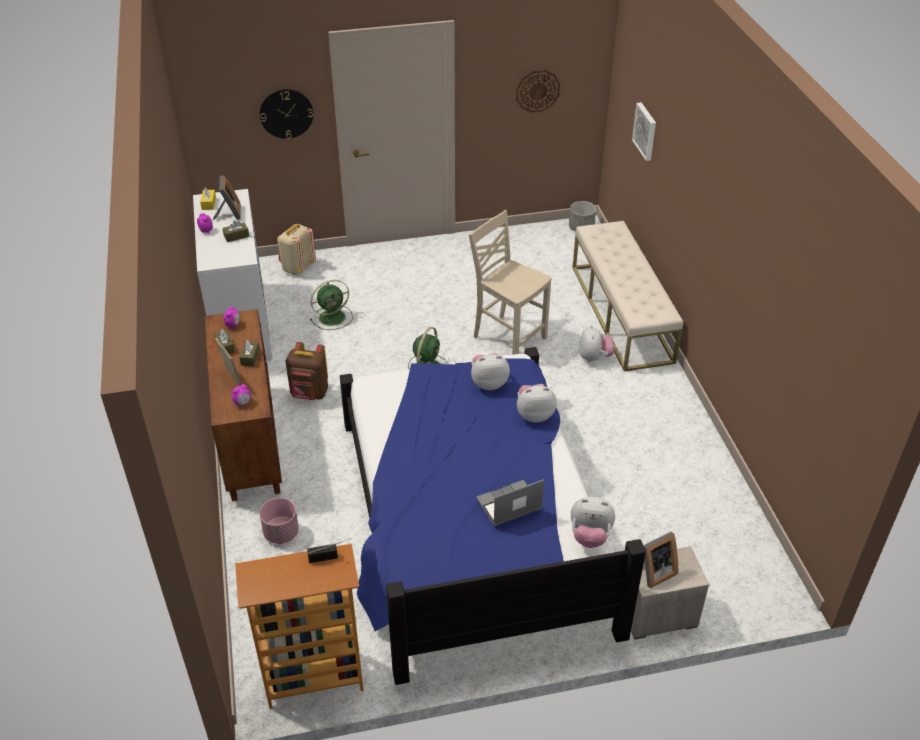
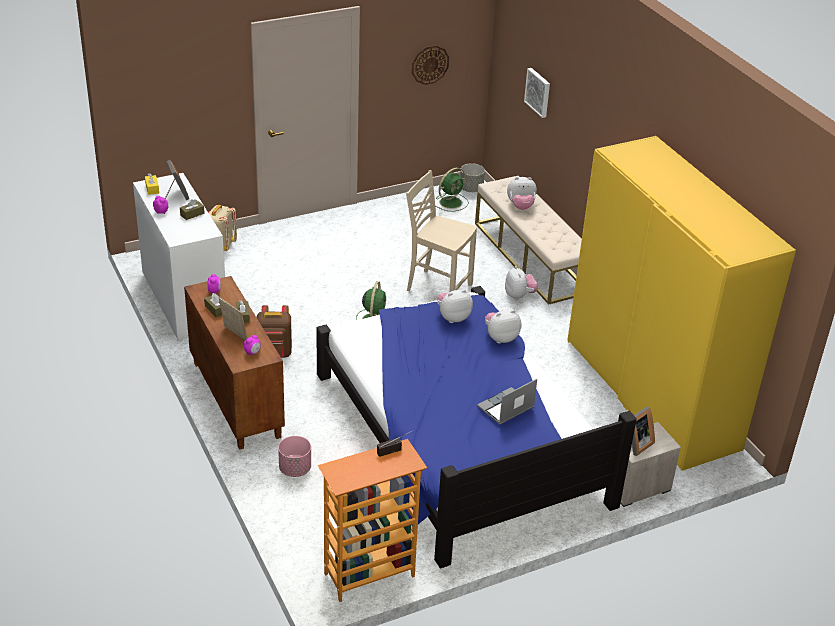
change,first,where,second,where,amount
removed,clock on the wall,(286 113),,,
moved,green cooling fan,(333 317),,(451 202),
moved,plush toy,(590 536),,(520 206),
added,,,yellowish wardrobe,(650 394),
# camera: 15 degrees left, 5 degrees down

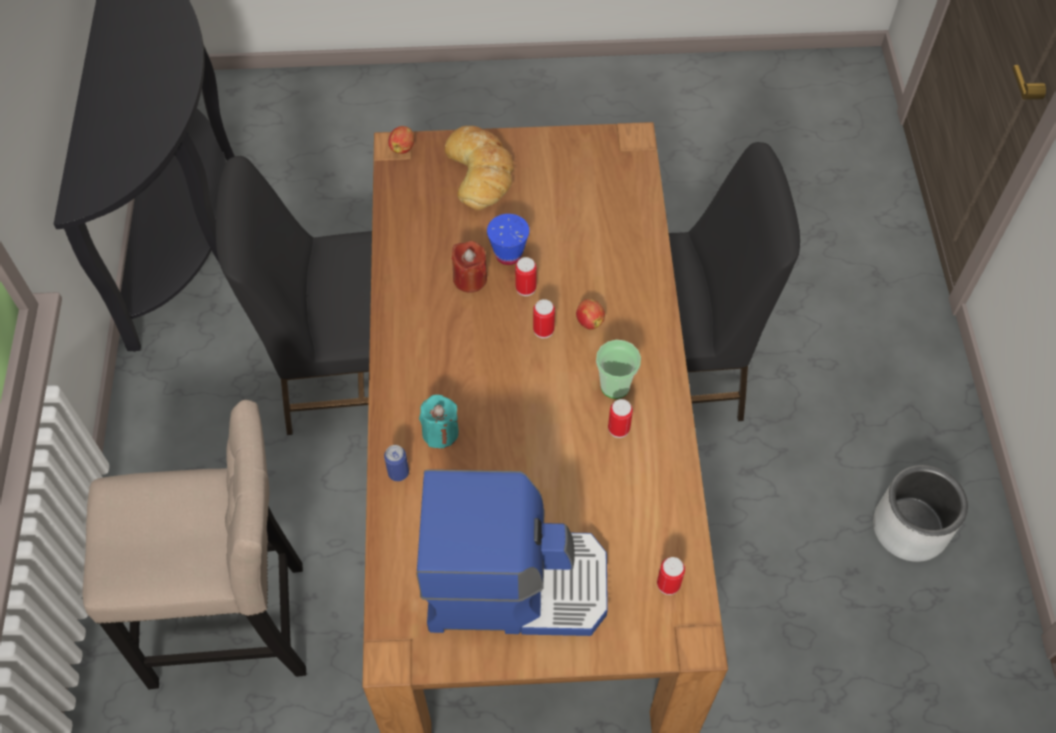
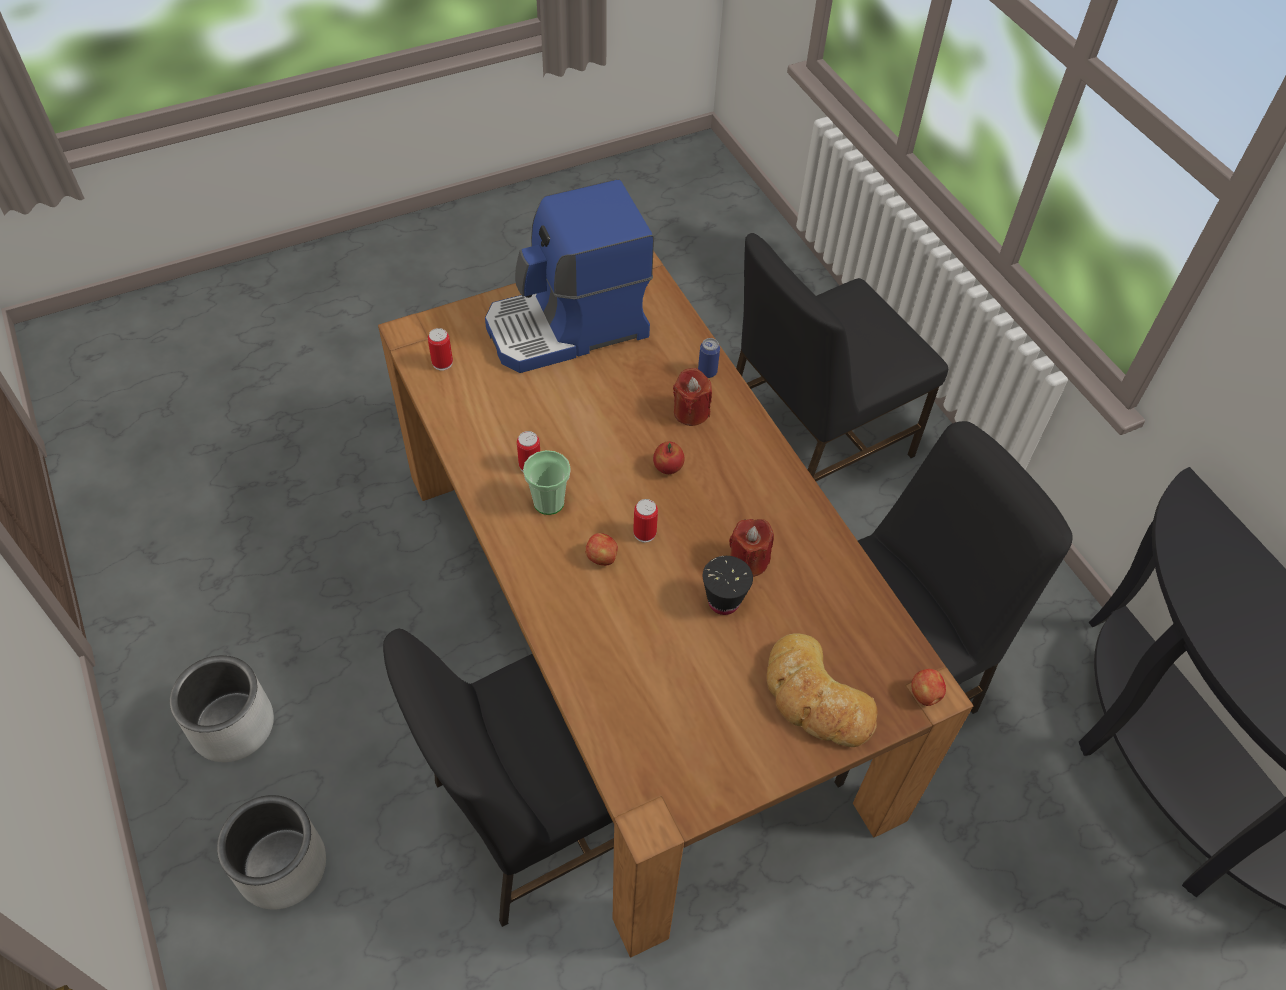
change,first,where,second,where,amount
recoloured,blue cup,(508 255),blackish cup,(723 602),
removed,sealed can,(525 288),,,
recoloured,turquoise-coloured candle,(440 432),red-coloured candle,(691 412),
replaced,beige-coloured stool seat,(239 626),blackish upright chair,(813 440),
added,,,whole apple,(668 468),
added,,,grey flower pot,(281 867),
# camera: 155 degrees right, 5 degrees down

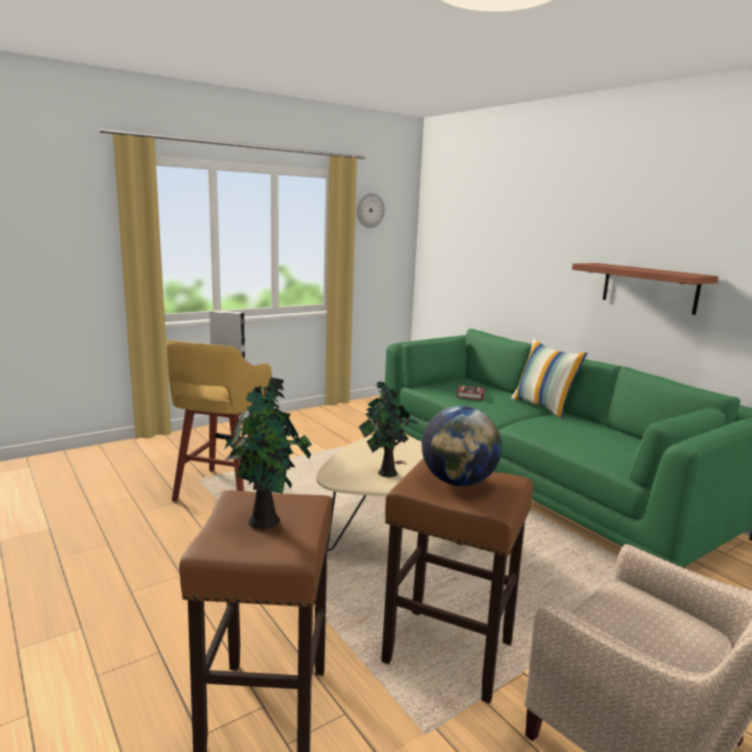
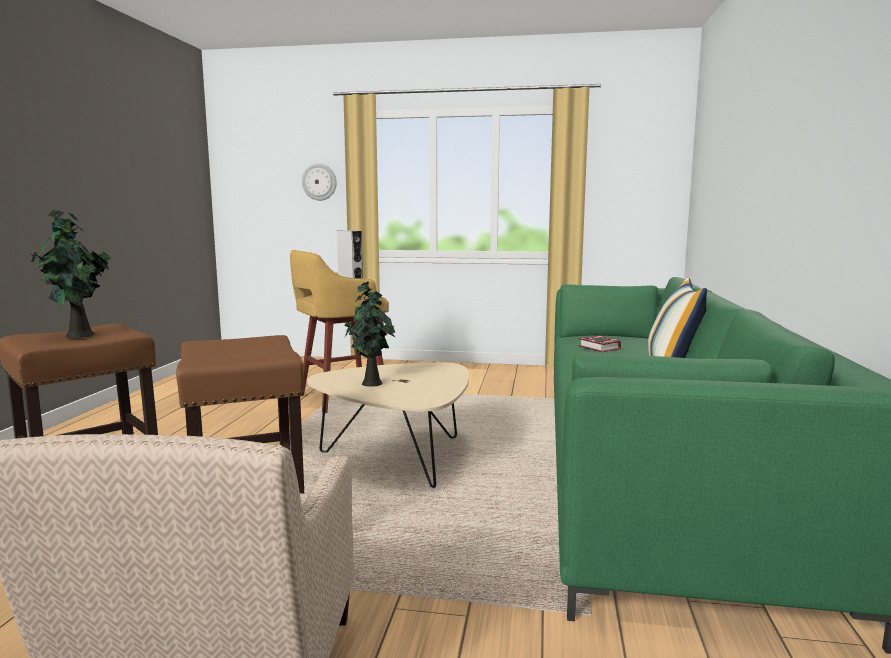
change,first,where,second,where,amount
moved,clock on the wall,(370 210),,(319 182),
removed,bracket shelf,(649 287),,,
removed,globe,(458 482),,,
# camera: 45 degrees right, 5 degrees down

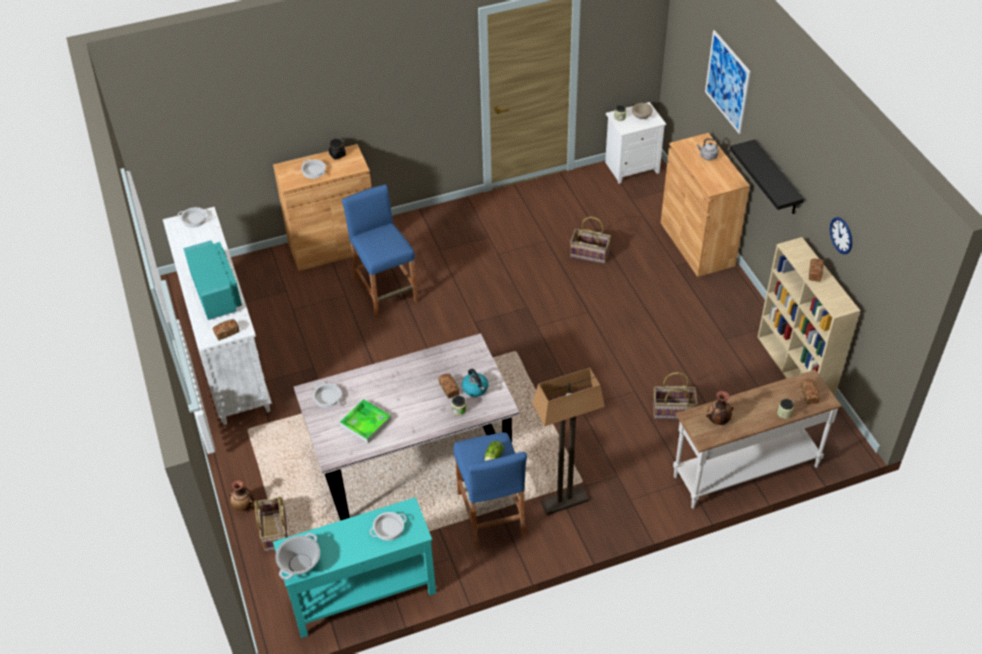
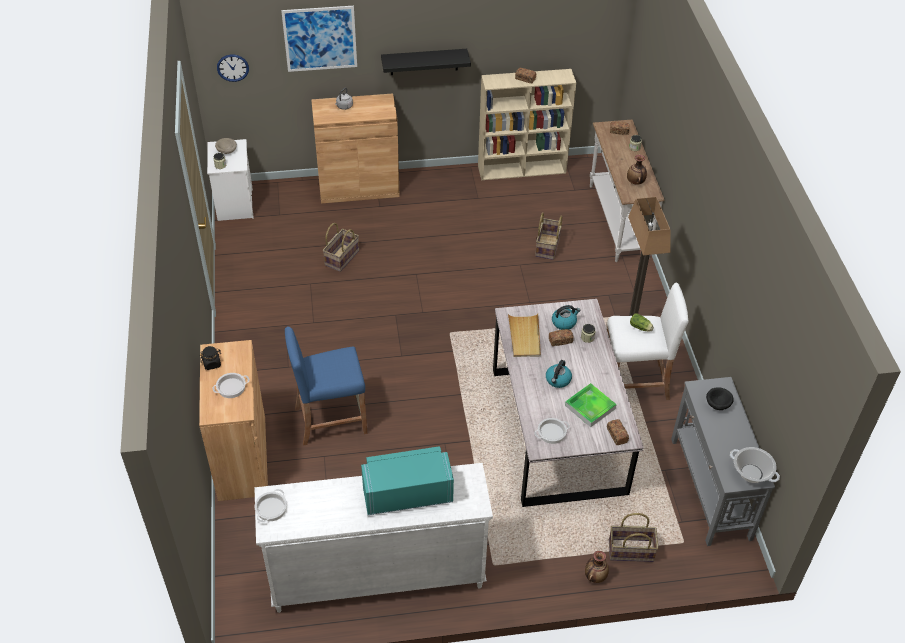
change,first,where,second,where,amount
moved,clock on the wall,(841 235),,(232 67),
moved,bread,(227 333),,(616 435),
recoloured,blue stool seat,(491 513),whitish stool seat,(635 383),
recoloured,turquoise-coloured hall table,(361 594),grey hall table,(710 488),
replaced,cooking pot,(388 528),blackish serving bowl,(717 404),
added,,,beige-coloured serving tray,(524 337),
added,,,kettle,(558 380),
# camera: 80 degrees left, 0 degrees up

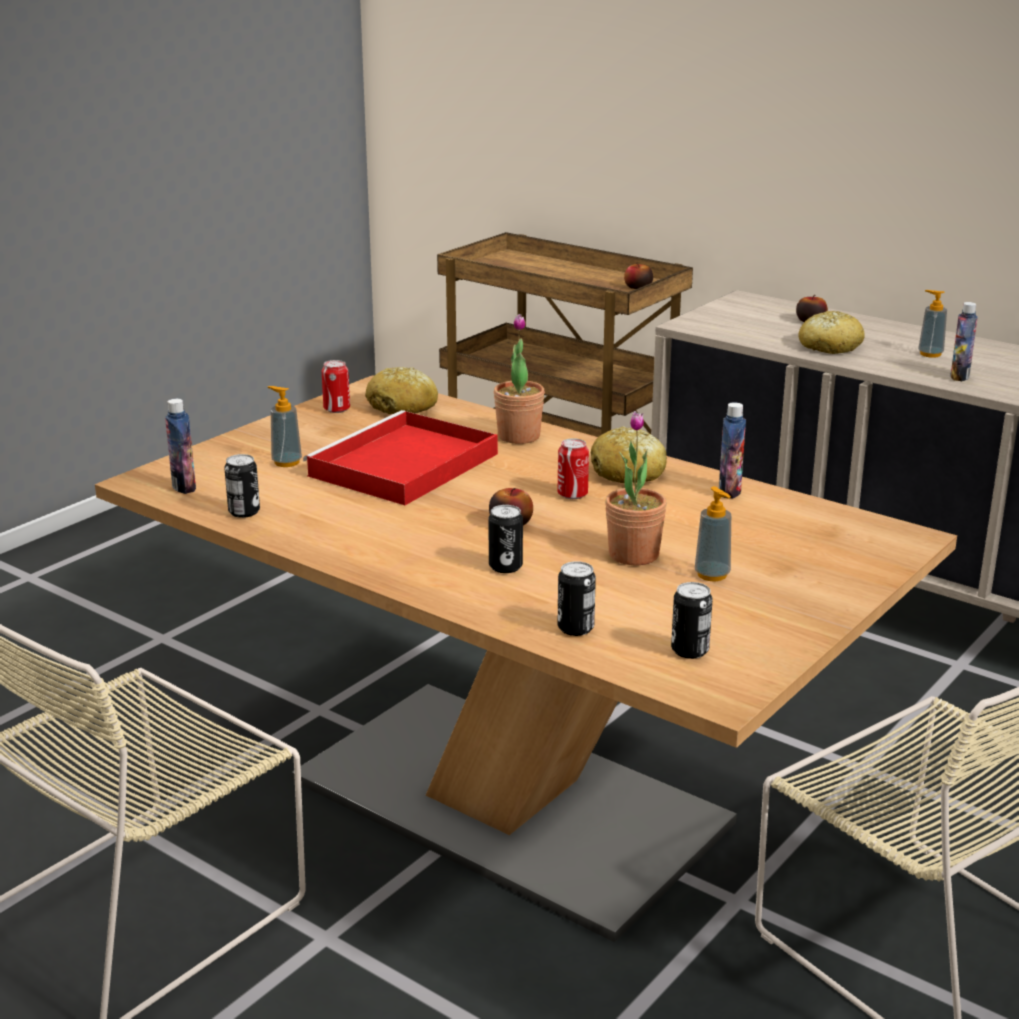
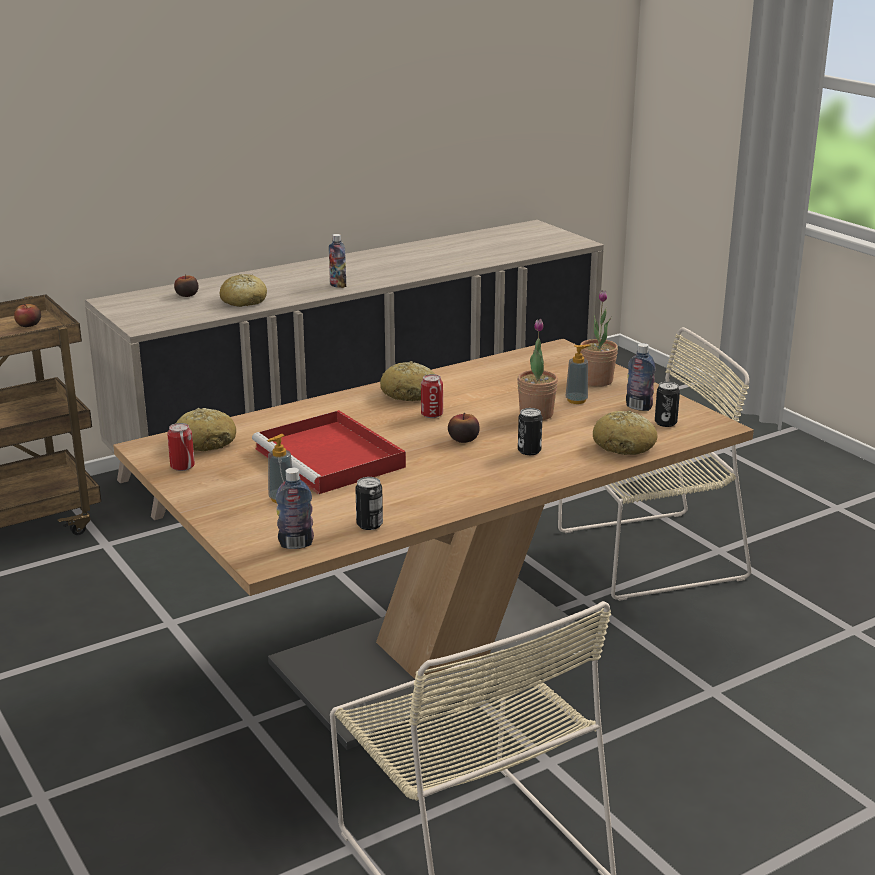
change,first,where,second,where,amount
removed,soap bottle,(930 354),,,
moved,plant in a pot,(519 436),,(596 381),
moved,beverage bottle,(729 491),,(638 407),
replaced,sealed can,(575 628),bread,(624 445),
# camera: 70 degrees left, 0 degrees up

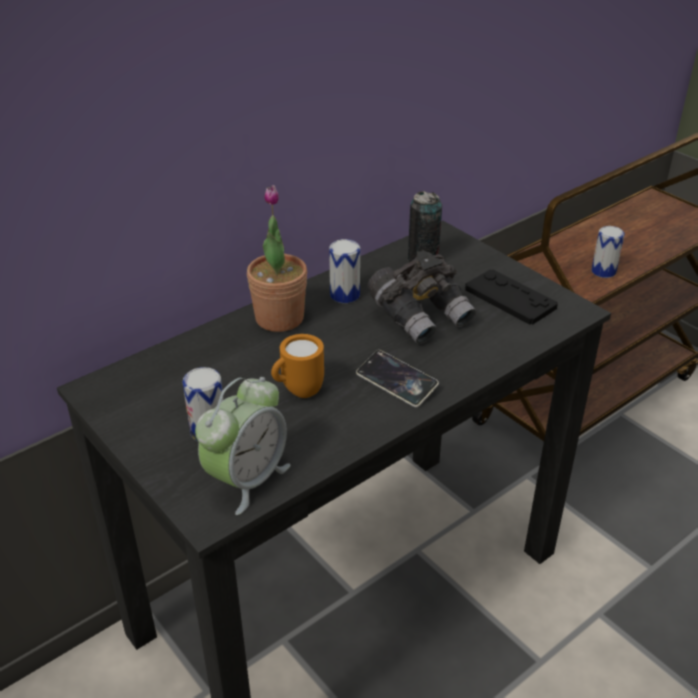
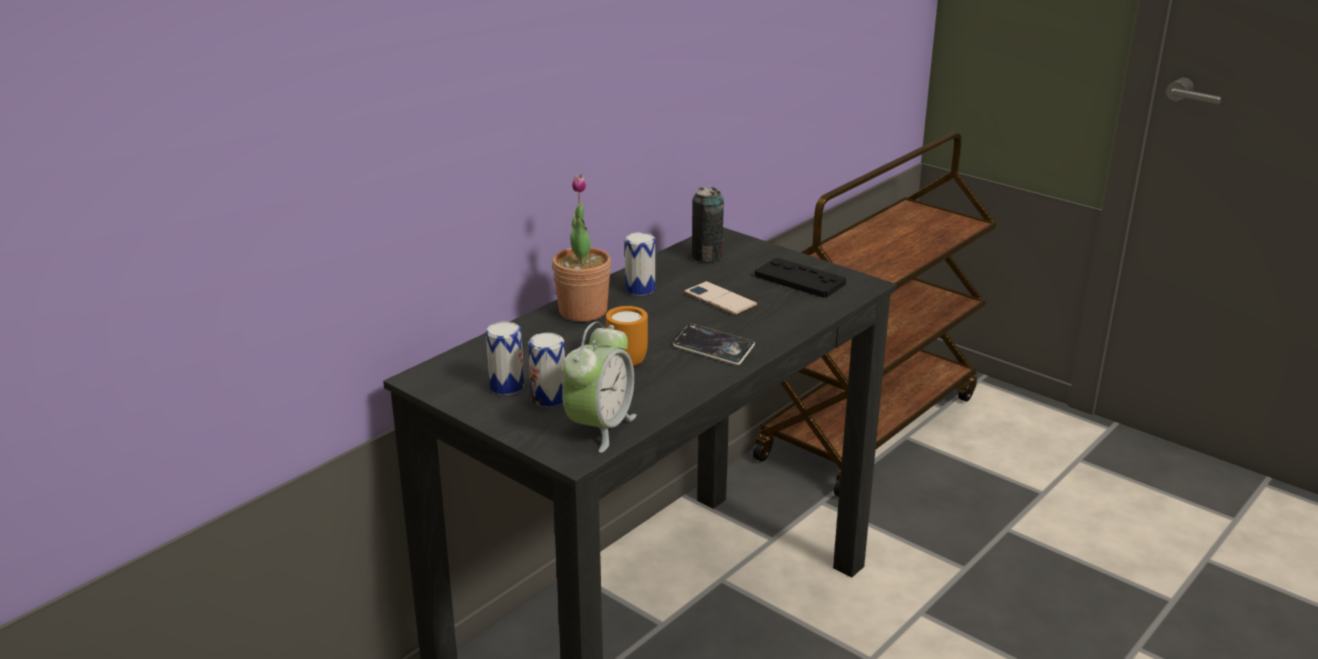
change,first,where,second,where,amount
moved,sealed can,(603 271),,(506 386),
replaced,grey pair of binoculars,(421 316),telephone,(720 299),
# camera: 10 degrees left, 10 degrees down

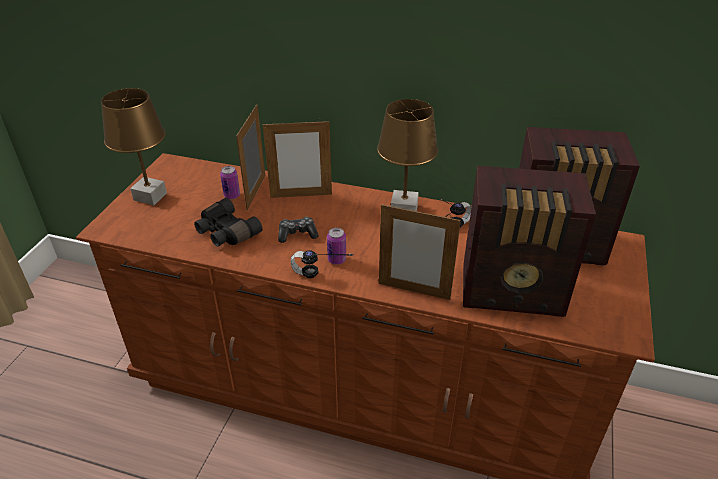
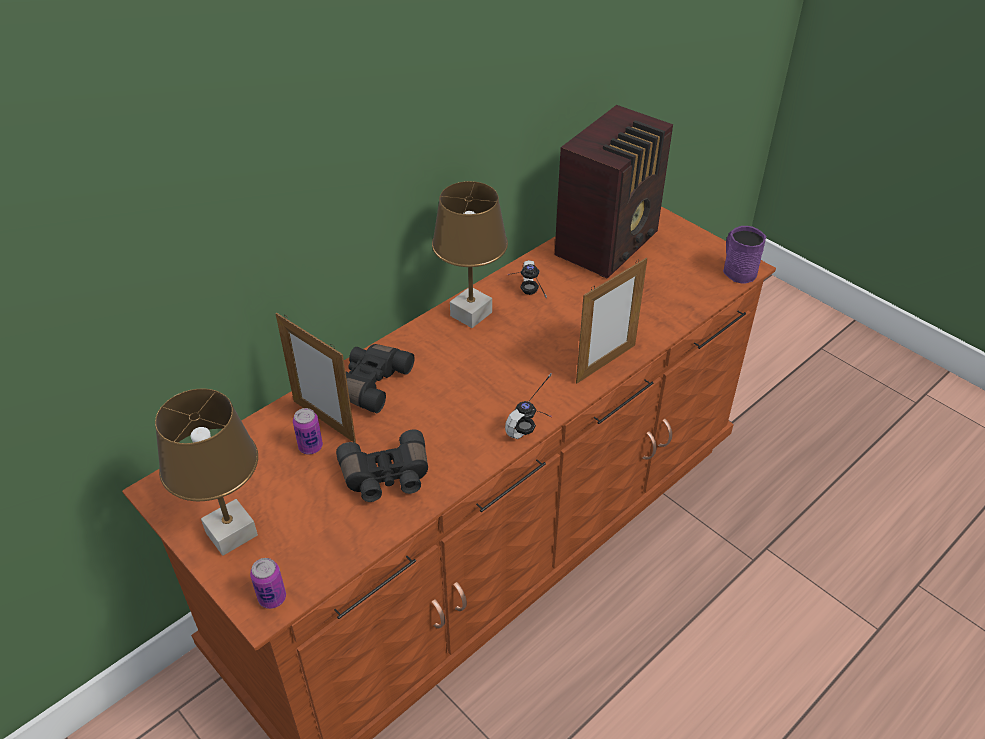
change,first,where,second,where,amount
replaced,photo frame,(301 195),blackish pair of binoculars,(370 384),
removed,radio receiver,(514 292),,,
removed,game controller,(297 234),,,
moved,sealed can,(337 260),,(272 598),
added,,,purple-coloured coffee mug,(737 269),
# camera: 60 degrees left, 5 degrees up

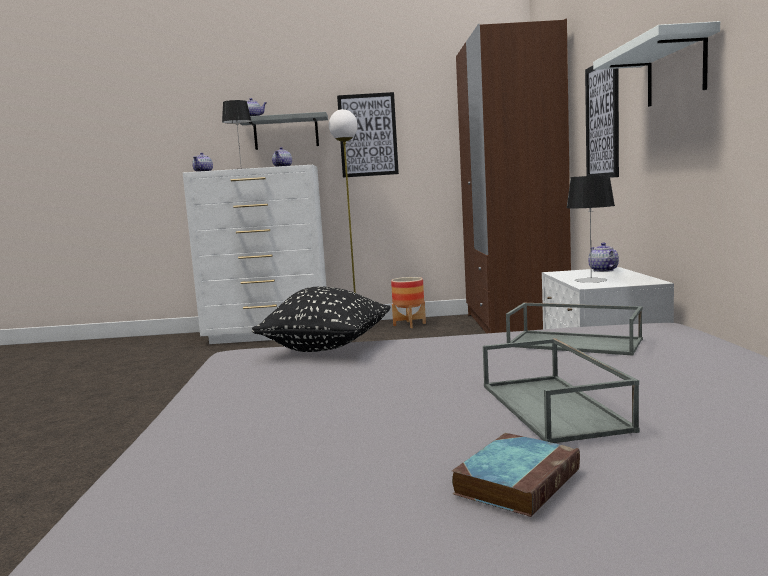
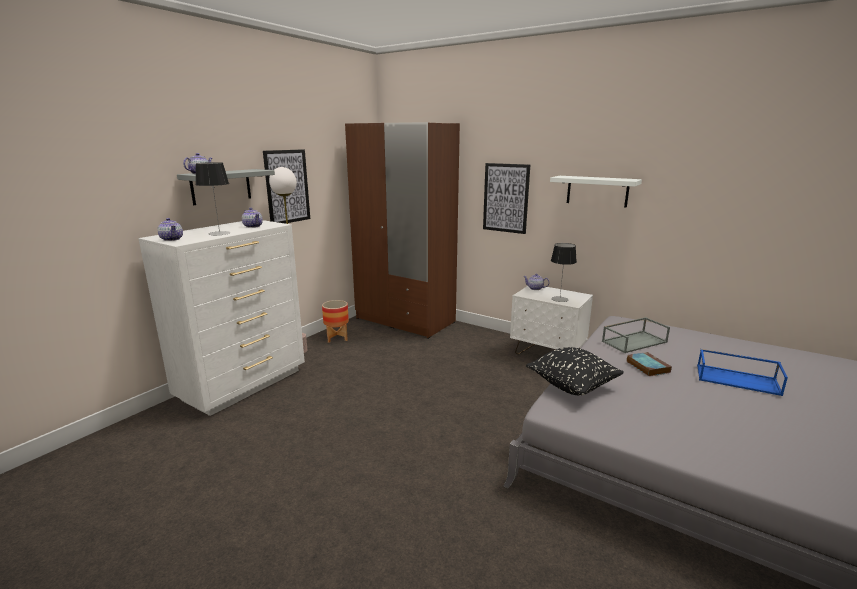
change,first,where,second,where,amount
recoloured,grey serving tray,(555 407),blue serving tray,(738 379),
moved,bound book,(517 480),,(646 366),
# camera: 55 degrees left, 10 degrees up

